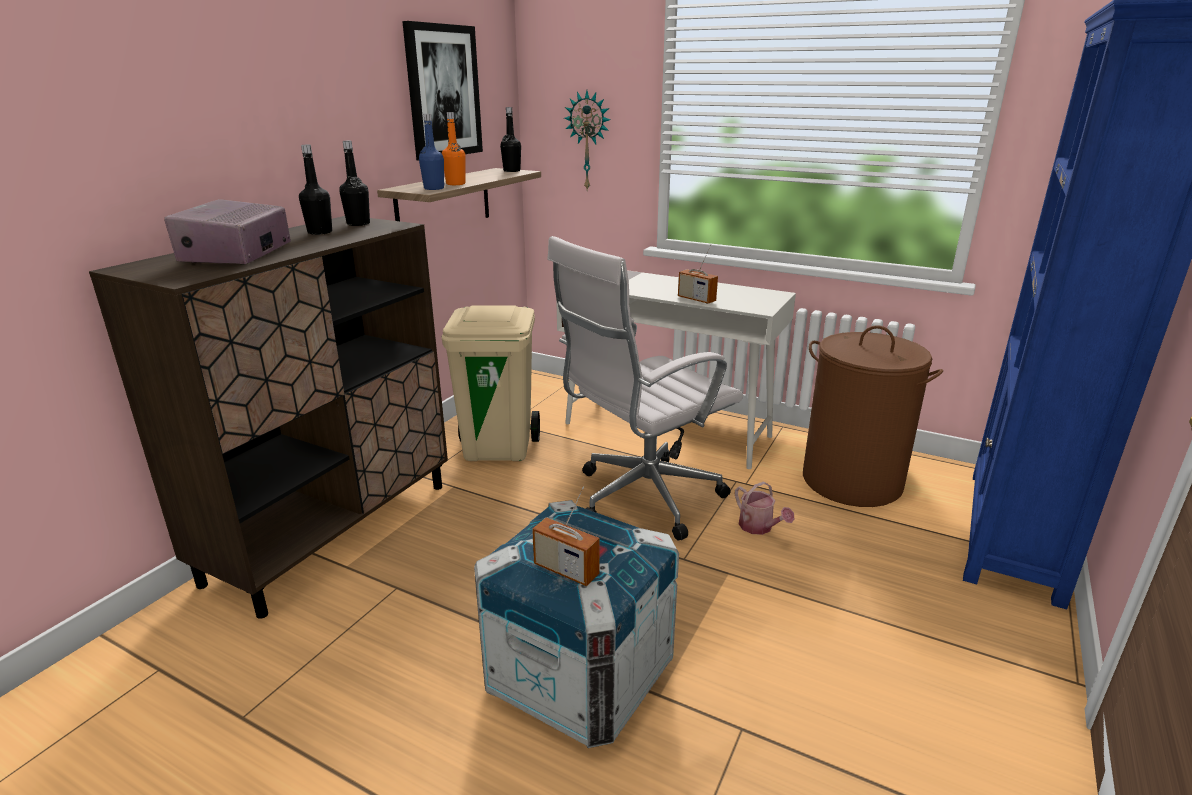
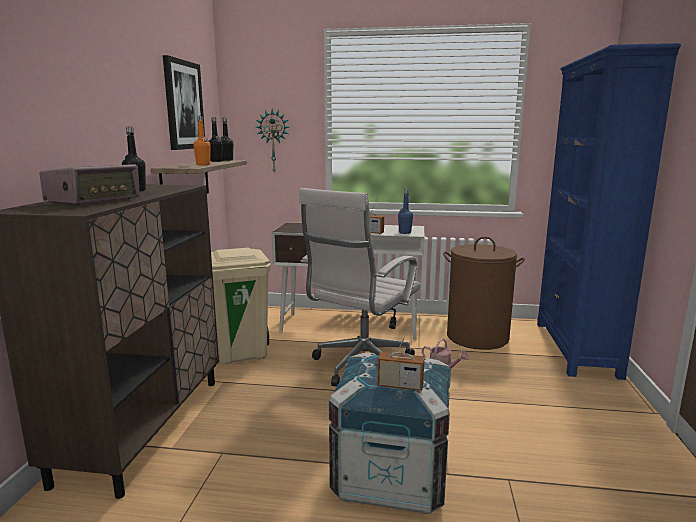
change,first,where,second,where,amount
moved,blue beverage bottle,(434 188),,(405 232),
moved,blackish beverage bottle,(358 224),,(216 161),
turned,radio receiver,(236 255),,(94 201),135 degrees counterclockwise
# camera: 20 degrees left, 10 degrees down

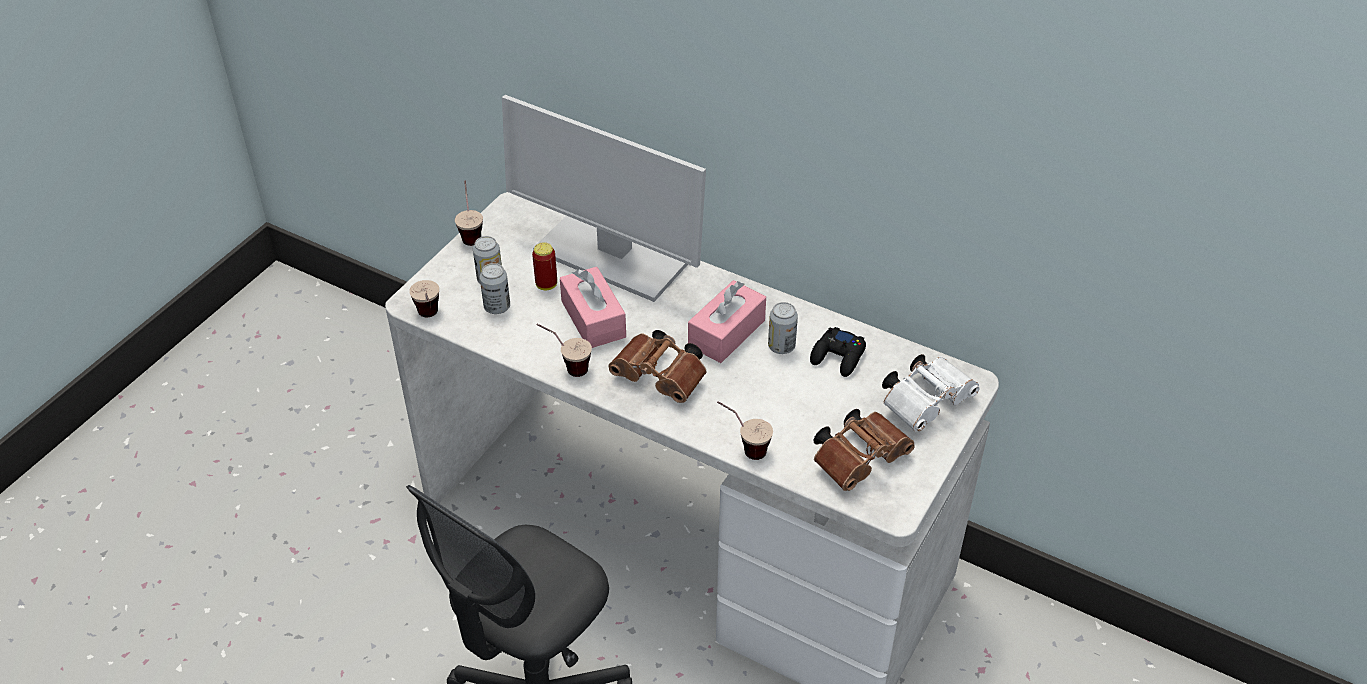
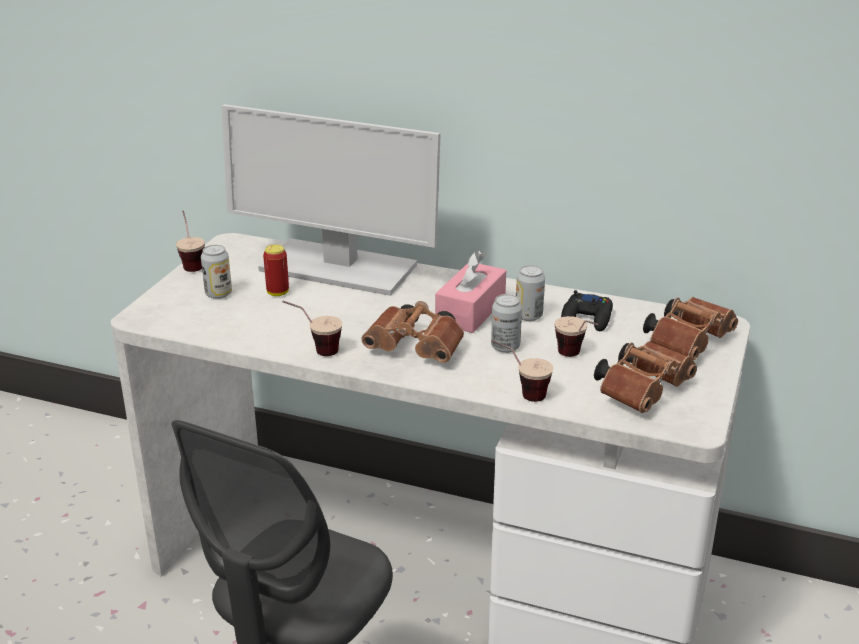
change,first,where,second,where,amount
moved,sealed can,(497 307),,(505 347),
removed,pink tissue holder,(593 319),,,
moved,cup,(430 319),,(576 358),
recoloured,whitish pair of binoculars,(927 401),brown-coloured pair of binoculars,(689 342),
# camera: 10 degrees left, 15 degrees down

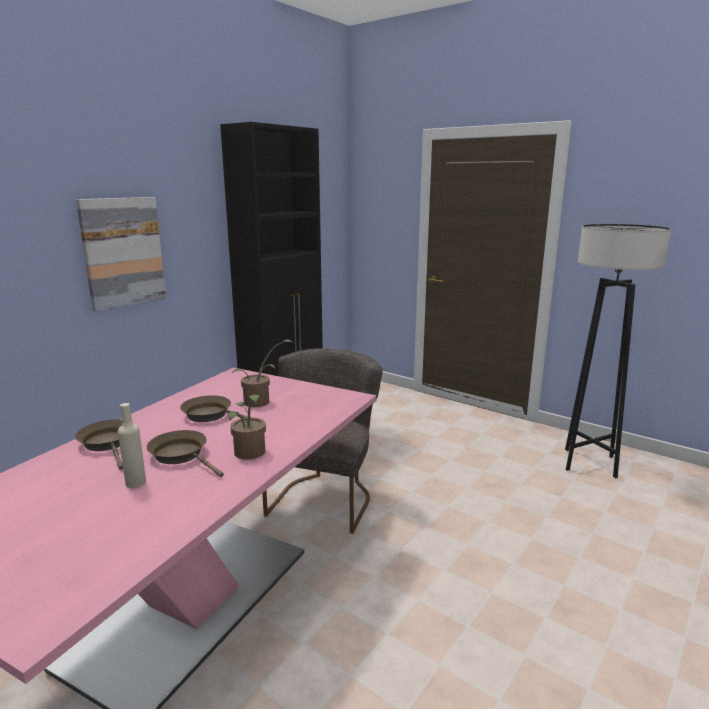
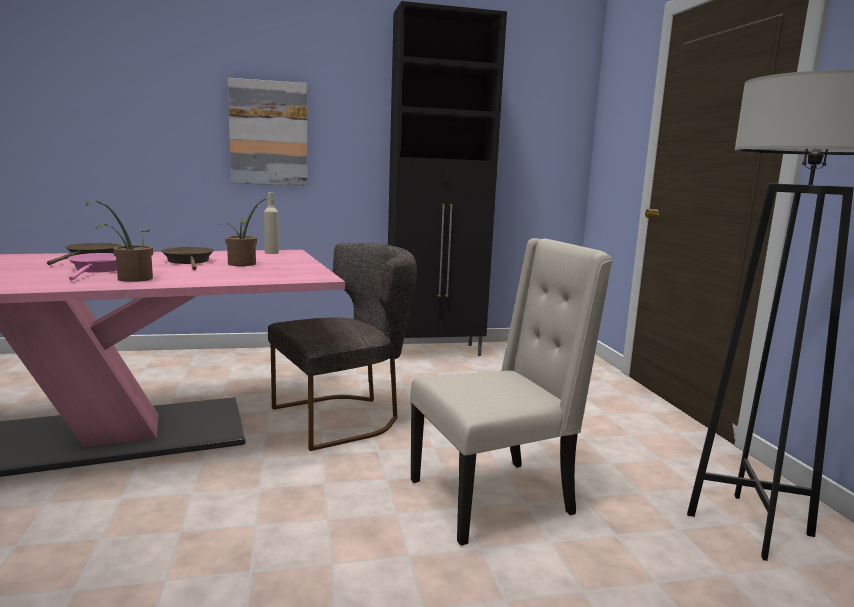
change,first,where,second,where,amount
moved,beige-coloured beverage bottle,(135 482),,(271 253),
recoloured,brown-coloured skillet,(182 455),pink skillet,(98 270),
added,,,beige-coloured upright chair,(494 498),
# camera: 40 degrees right, 5 degrees down

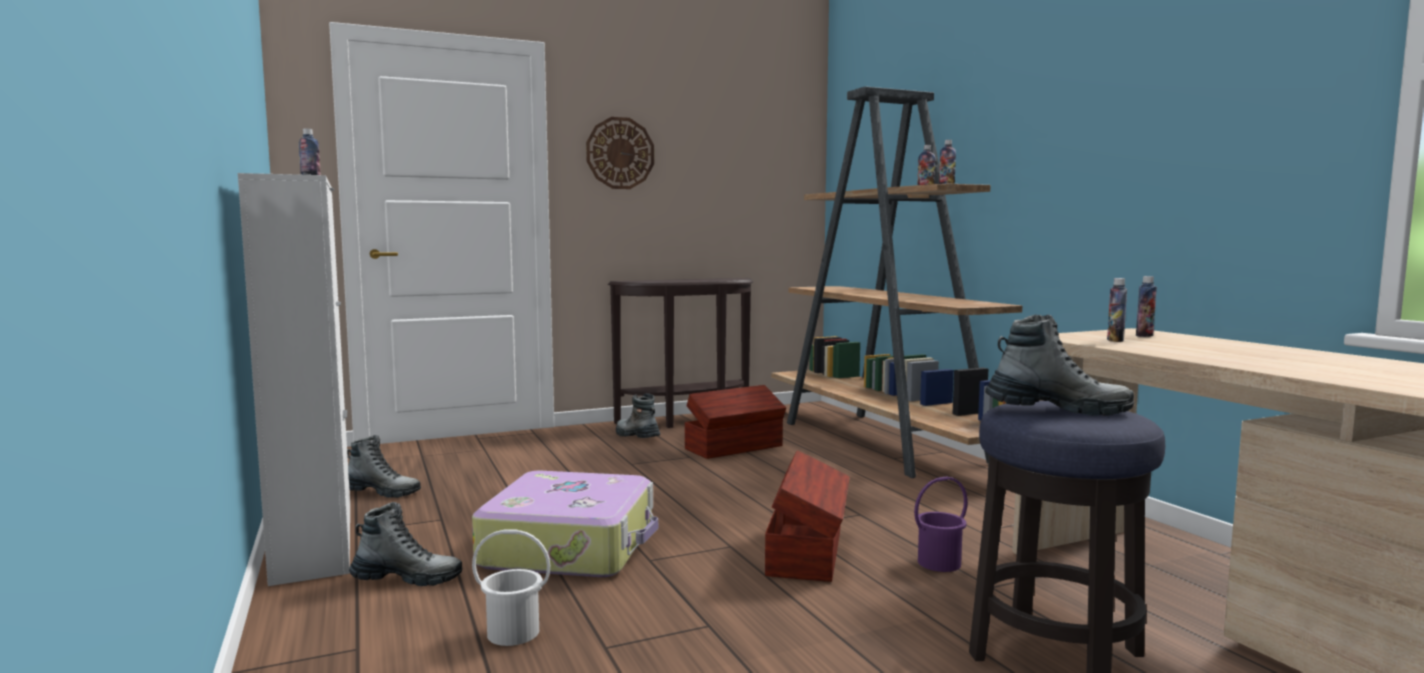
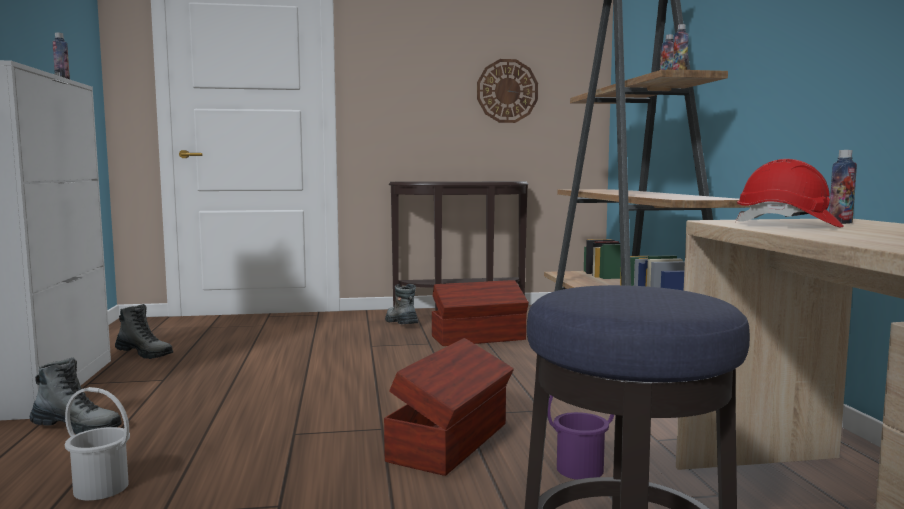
change,first,where,second,where,amount
moved,clock on the wall,(620 153),,(507 91),
replaced,beverage bottle,(1115 340),red-coloured work helmet,(787 225),
removed,tall boot,(1057 410),,,
removed,piece of luggage,(571 546),,,
# camera: 15 degrees right, 0 degrees up

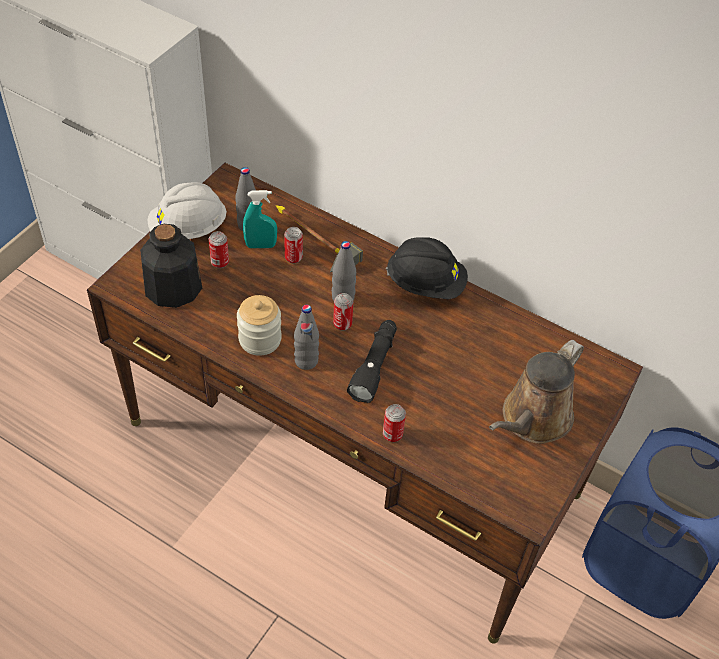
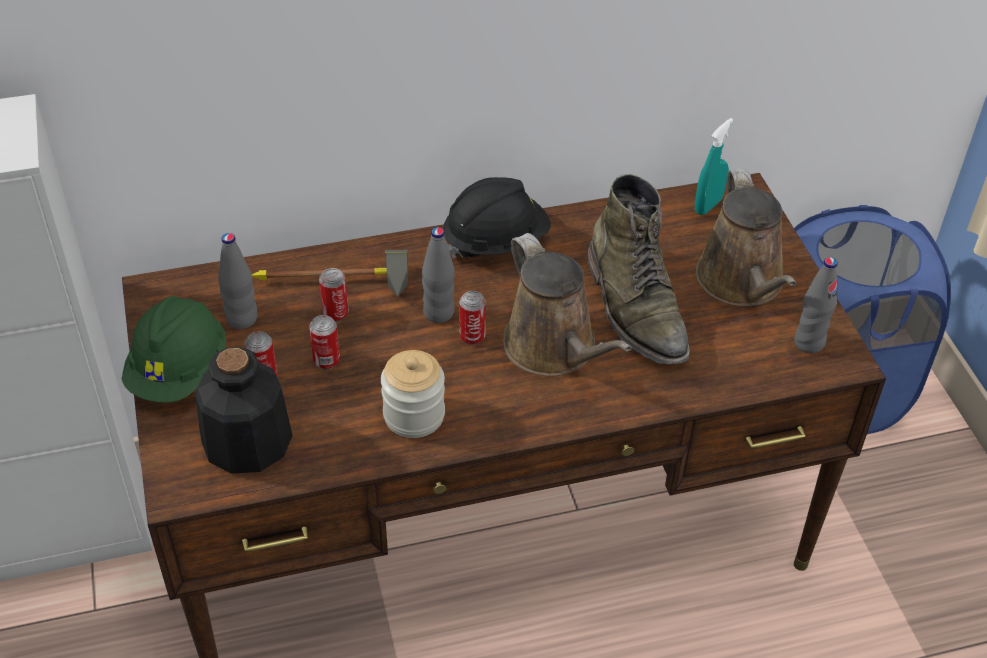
change,first,where,second,where,amount
recoloured,whitish work helmet,(188 229),green work helmet,(179 372),
moved,turquoise-coloured hand sprayer,(260 245),,(708 205),
moved,grey beverage bottle,(306 361),,(808 343),
replaced,blackish torch,(374 366),brown-coloured watering pot,(554 349),
moved,sealed can,(392 434),,(326 361),
added,,,green tall boot,(635 307),
# camera: 45 degrees left, 5 degrees down

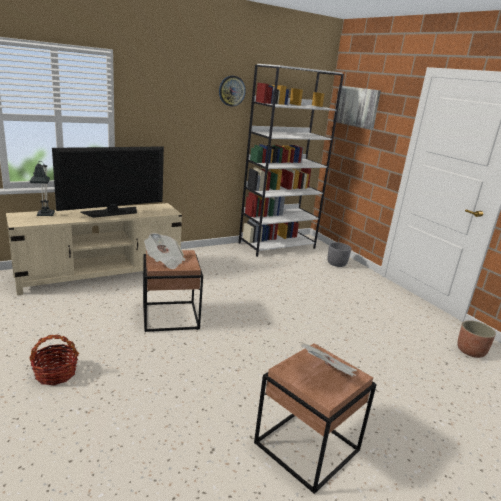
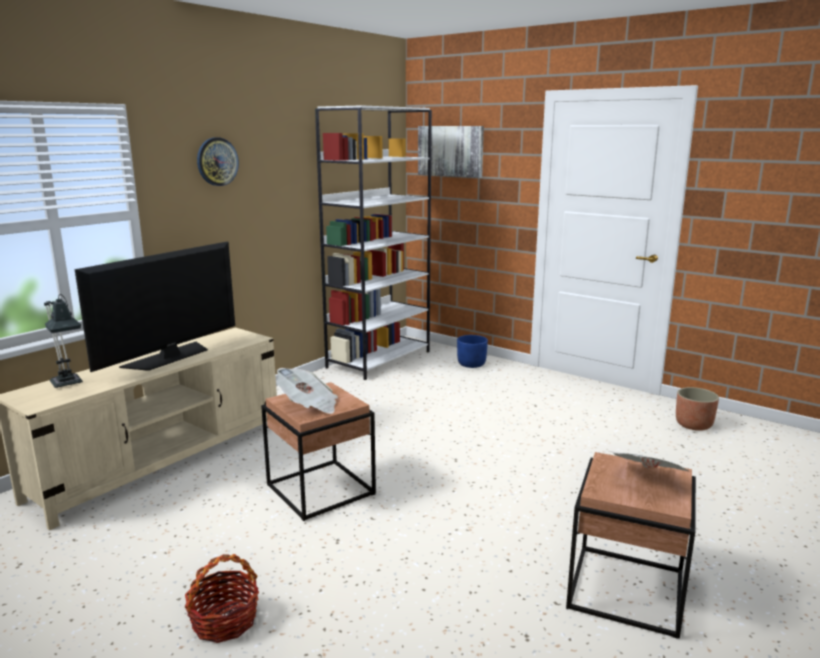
change,first,where,second,where,amount
moved,clock on the wall,(231 91),,(217 161),
recoloured,grey flower pot,(337 264),blue flower pot,(471 364),
# camera: 20 degrees left, 5 degrees down

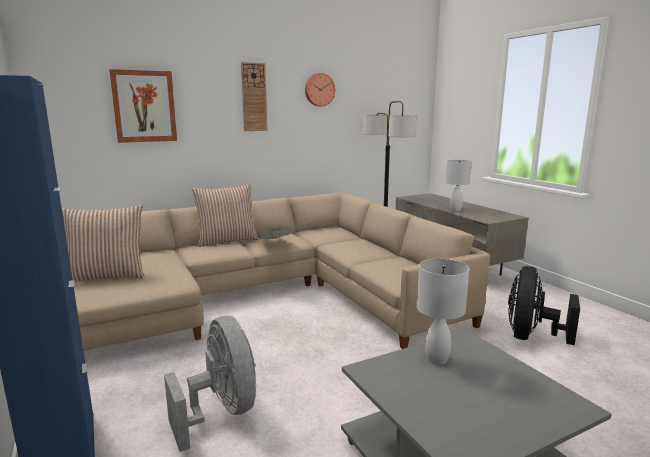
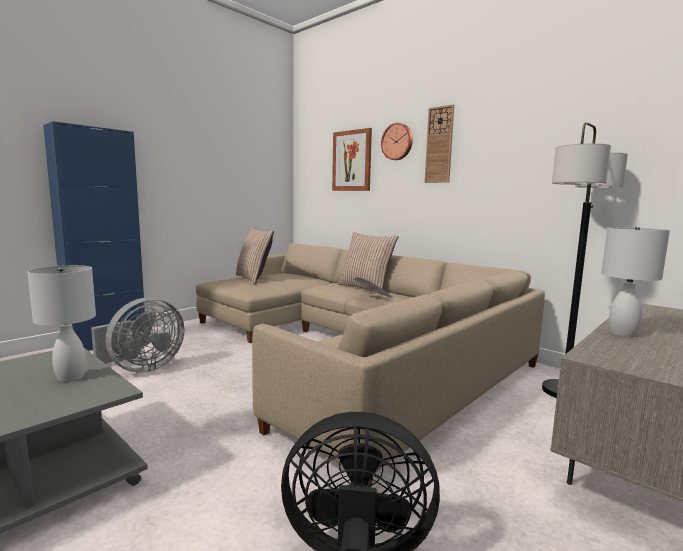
change,first,where,second,where,amount
moved,clock on the wall,(319 89),,(397 142),
# camera: 70 degrees right, 5 degrees down

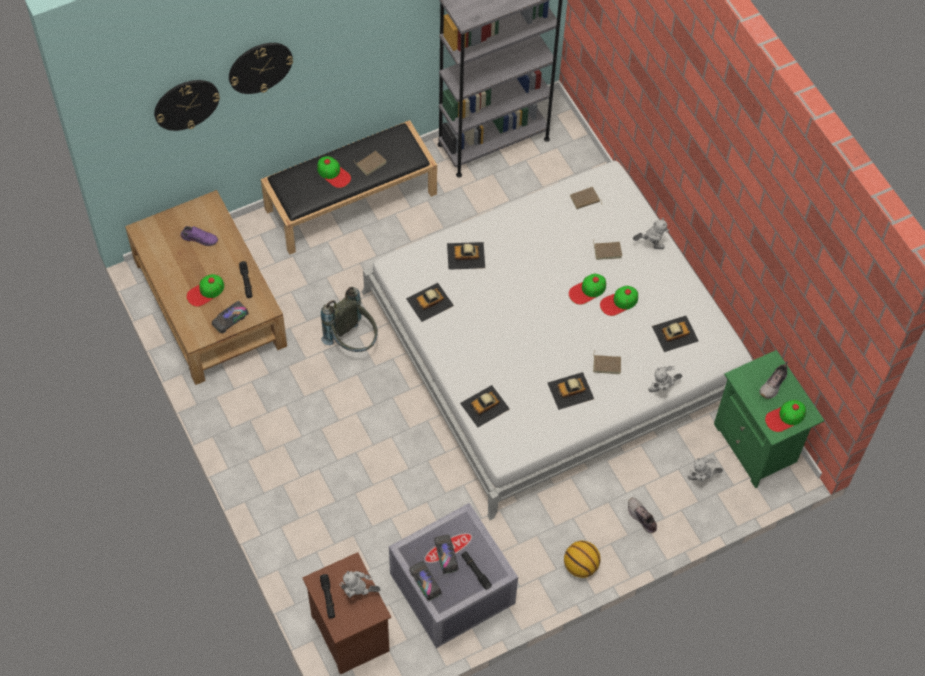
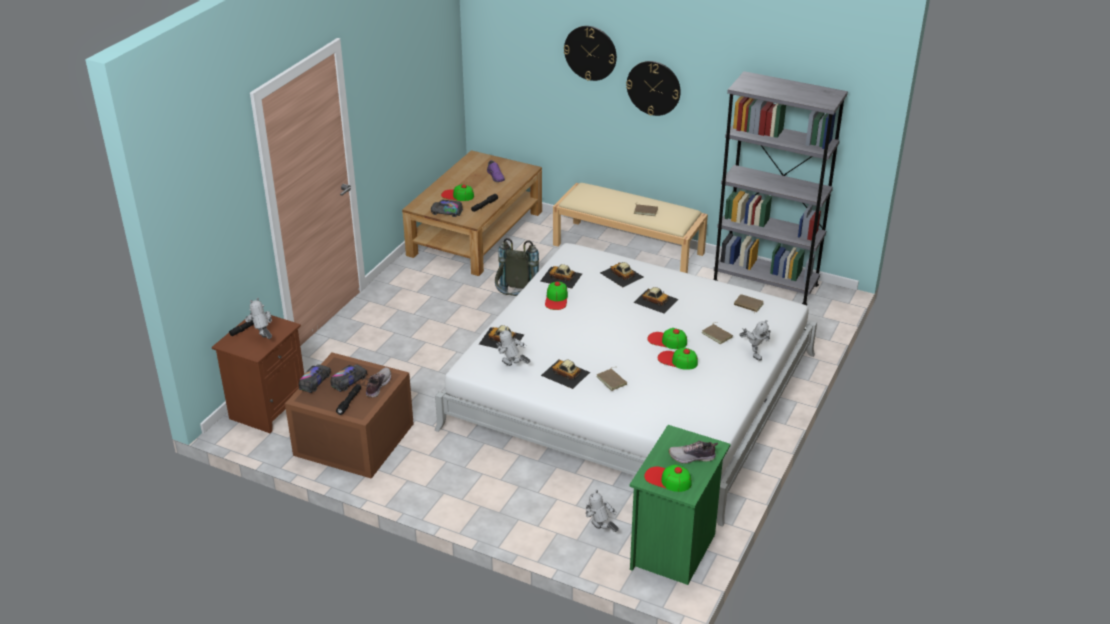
change,first,where,second,where,amount
moved,clock on the wall,(186 104),,(653 88),
recoloured,blackish long seat,(351 200),beige-coloured long seat,(629 249),
moved,cap,(333 173),,(556 299),
moved,toy car,(674 333),,(655 300),
moved,model robot,(662 389),,(512 367),
moved,item of footwear,(641 518),,(377 386),
recoloured,grey storage box,(451 590),brown-coloured storage box,(352 440),
removed,ball for basketball,(580 566),,,
# camera: 55 degrees right, 25 degrees down

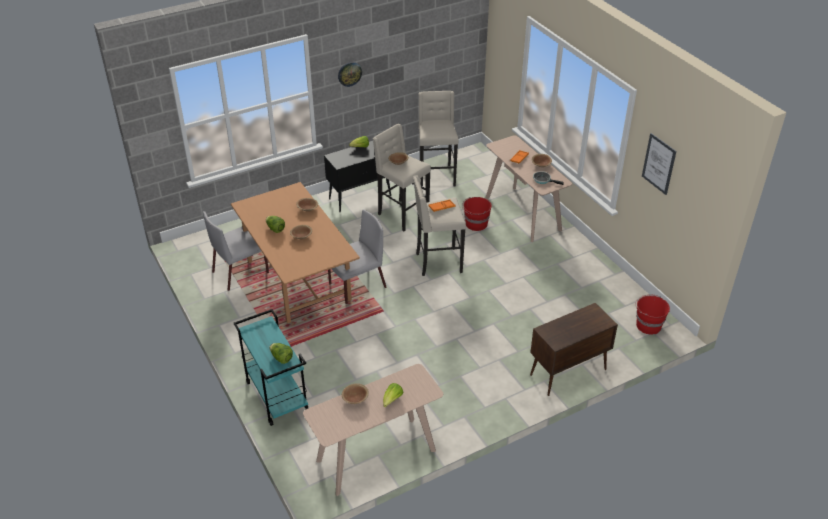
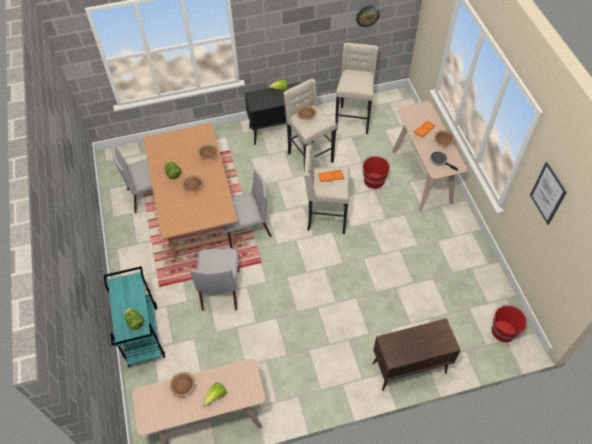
change,first,where,second,where,amount
moved,clock on the wall,(349 74),,(367 15),
added,,,grey upright chair,(221 289),
# camera: 15 degrees right, 15 degrees up

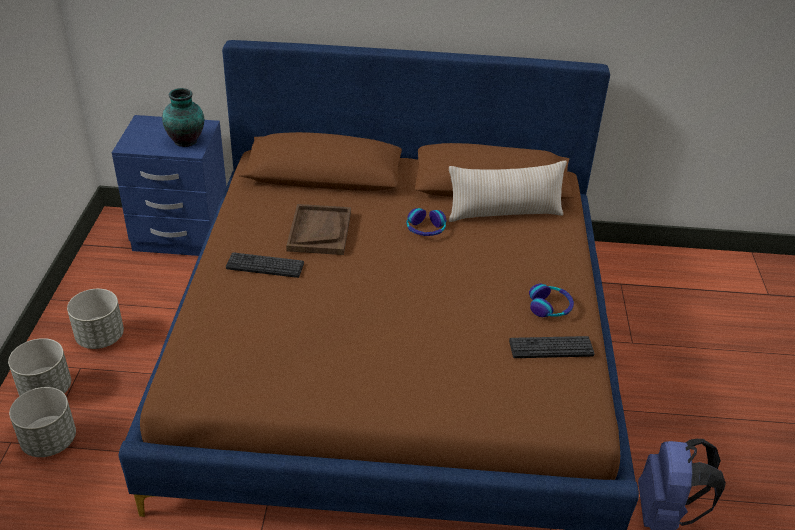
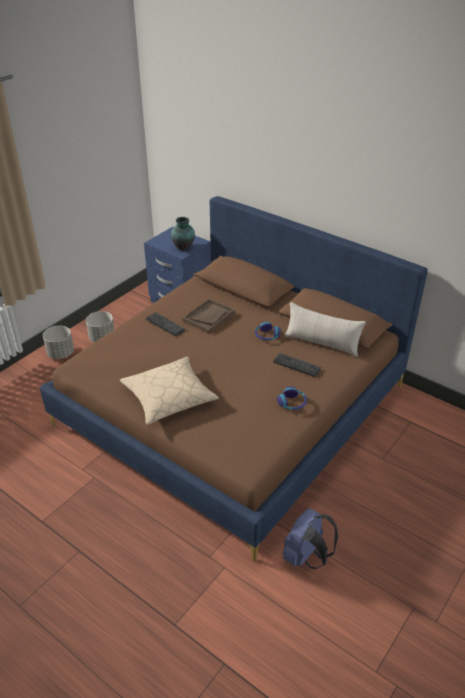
change,first,where,second,where,amount
moved,PC keyboard,(551 348),,(296 365),
removed,grey flower pot,(49 441),,,
added,,,beige-coloured pillow,(169 397),
# camera: 35 degrees right, 0 degrees up

